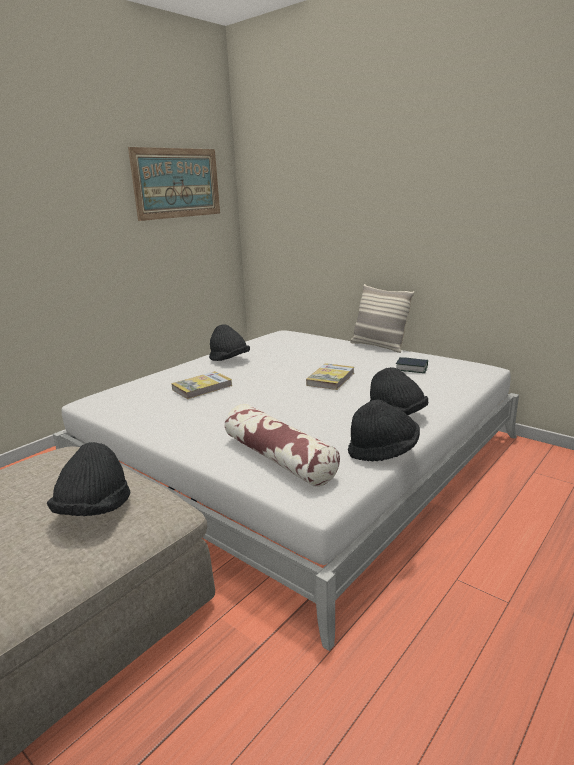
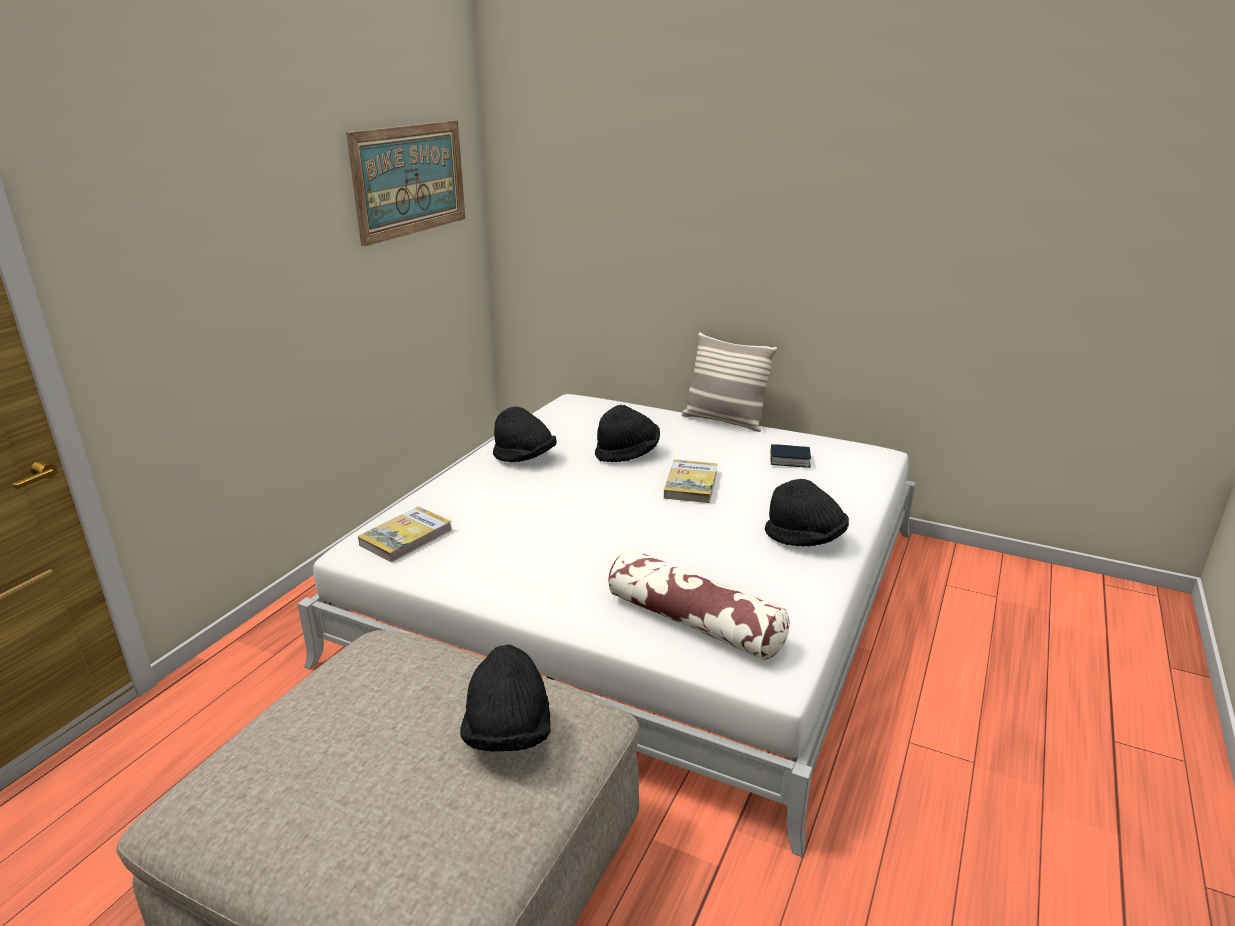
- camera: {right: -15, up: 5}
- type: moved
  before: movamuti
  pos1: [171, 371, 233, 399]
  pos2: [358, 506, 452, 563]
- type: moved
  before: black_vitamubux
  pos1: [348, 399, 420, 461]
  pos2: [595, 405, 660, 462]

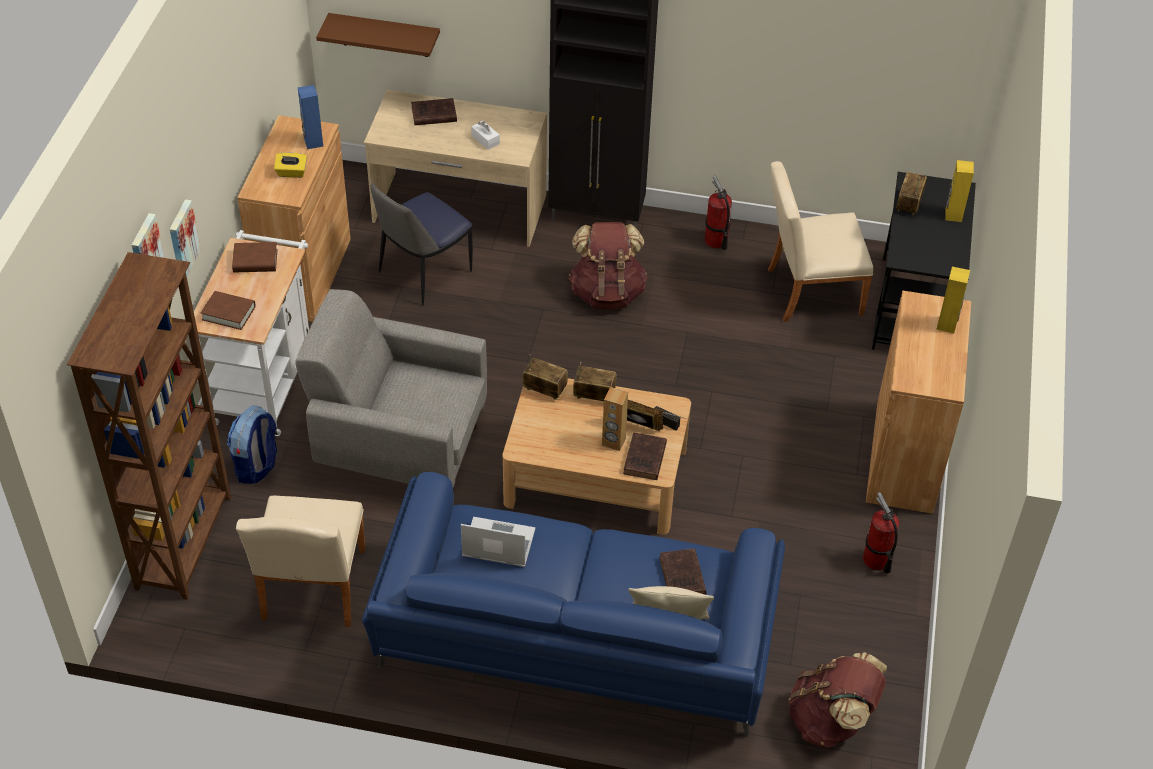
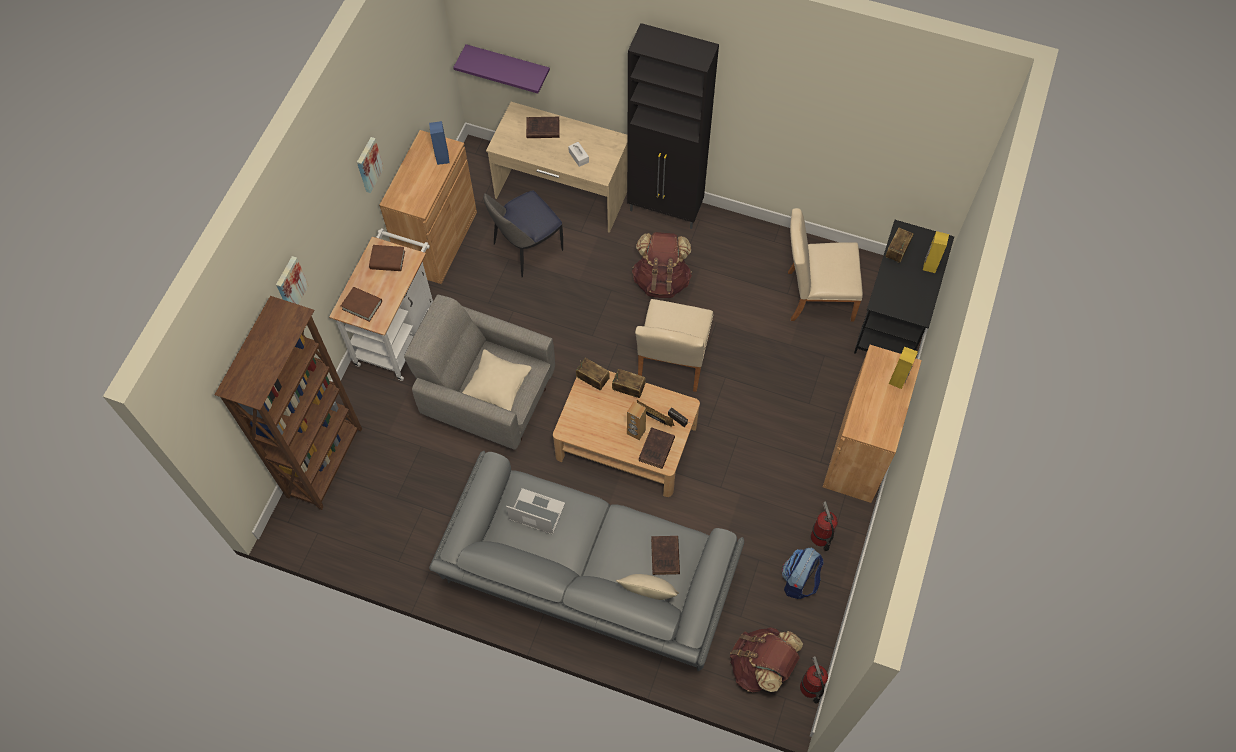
- camera: {right: 10, up: 15}
- type: moved
  before: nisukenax
  pos1: [170, 199, 201, 277]
  pos2: [357, 137, 384, 193]
- type: recoloured
  before: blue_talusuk
  after: grey_talusuk
  pos1: [362, 472, 785, 737]
  pos2: [429, 451, 744, 671]
- type: recoloured
  before: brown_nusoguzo
  after: purple_nusoguzo
  pos1: [316, 13, 440, 57]
  pos2: [453, 44, 550, 93]
- type: added
  after: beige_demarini
  pos2: [462, 349, 532, 411]
- type: moved
  before: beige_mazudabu
  pos1: [236, 495, 366, 627]
  pos2: [635, 299, 713, 392]
- type: moved
  before: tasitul
  pos1: [227, 406, 277, 484]
  pos2: [782, 548, 824, 599]
- type: moved
  before: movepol
  pos1: [705, 175, 732, 250]
  pos2: [800, 656, 828, 704]
- type: removed
  before: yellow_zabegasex
  pos1: [274, 152, 307, 178]

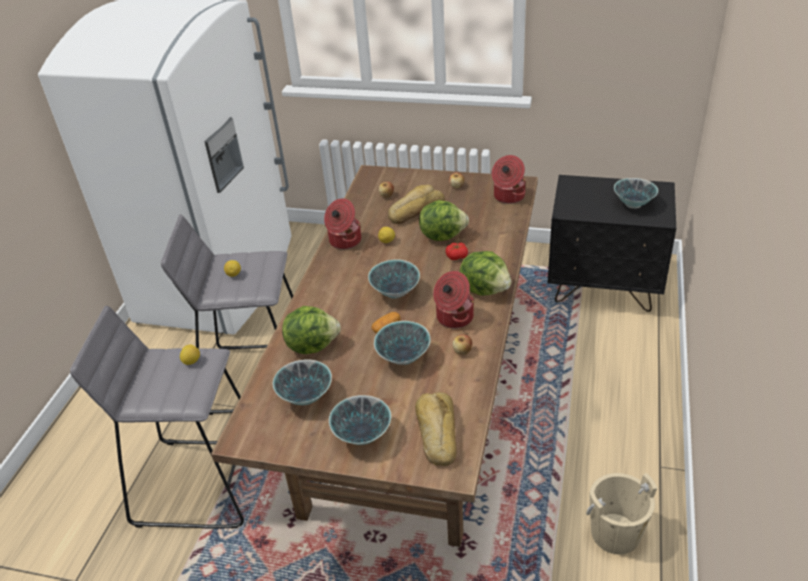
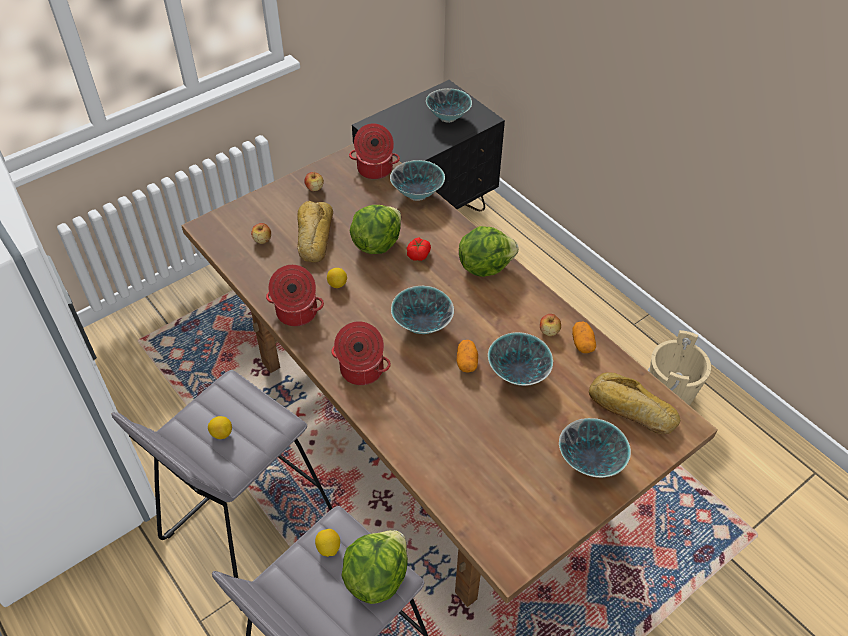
- camera: {right: -55, up: 10}
- type: moved
  before: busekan
  pos1: [433, 271, 474, 328]
  pos2: [331, 321, 391, 385]
- type: moved
  before: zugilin
  pos1: [282, 306, 341, 354]
  pos2: [341, 530, 408, 604]
- type: moved
  before: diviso
  pos1: [273, 359, 332, 406]
  pos2: [390, 160, 445, 201]
- type: added
  after: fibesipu
  pos2: [572, 321, 596, 353]

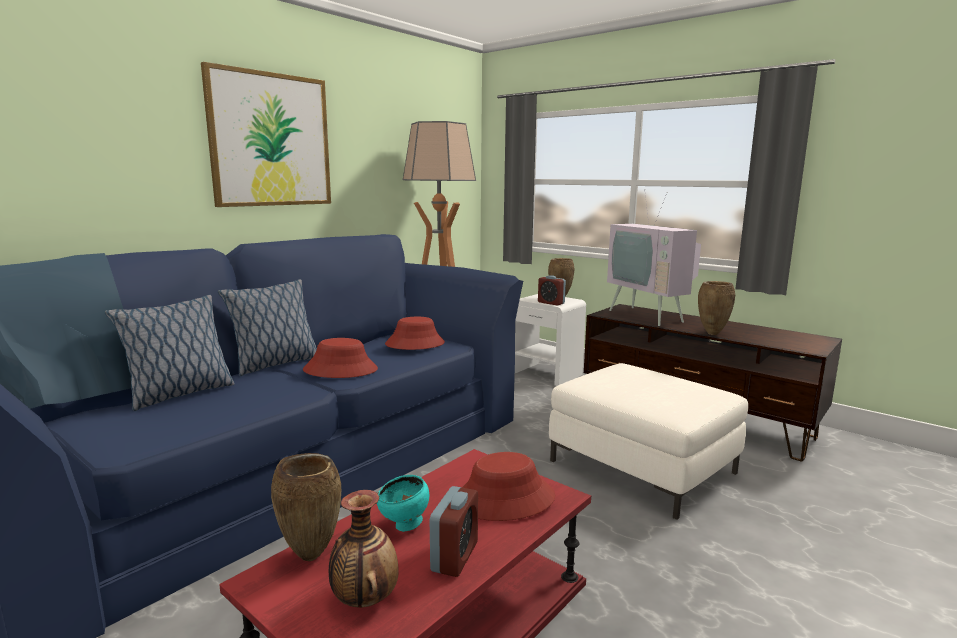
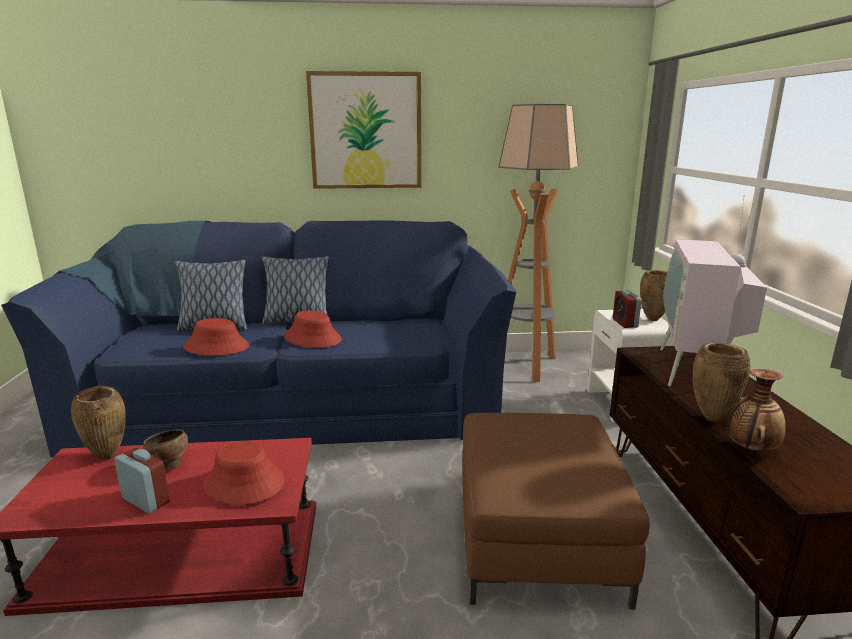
- camera: {right: 45, up: 5}
- type: turned
  before: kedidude
  pos1: [430, 486, 478, 577]
  pos2: [114, 448, 170, 513]
  turn: -120
- type: recoloured
  before: turquoise_diviso
  after: brown_diviso
  pos1: [377, 475, 429, 532]
  pos2: [142, 429, 188, 470]
- type: moved
  before: red_vitamubux
  pos1: [385, 317, 445, 350]
  pos2: [183, 318, 249, 356]
- type: recoloured
  before: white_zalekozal
  after: brown_zalekozal
  pos1: [549, 363, 748, 520]
  pos2: [462, 413, 650, 609]
- type: moved
  before: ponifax
  pos1: [329, 490, 399, 608]
  pos2: [727, 369, 786, 451]

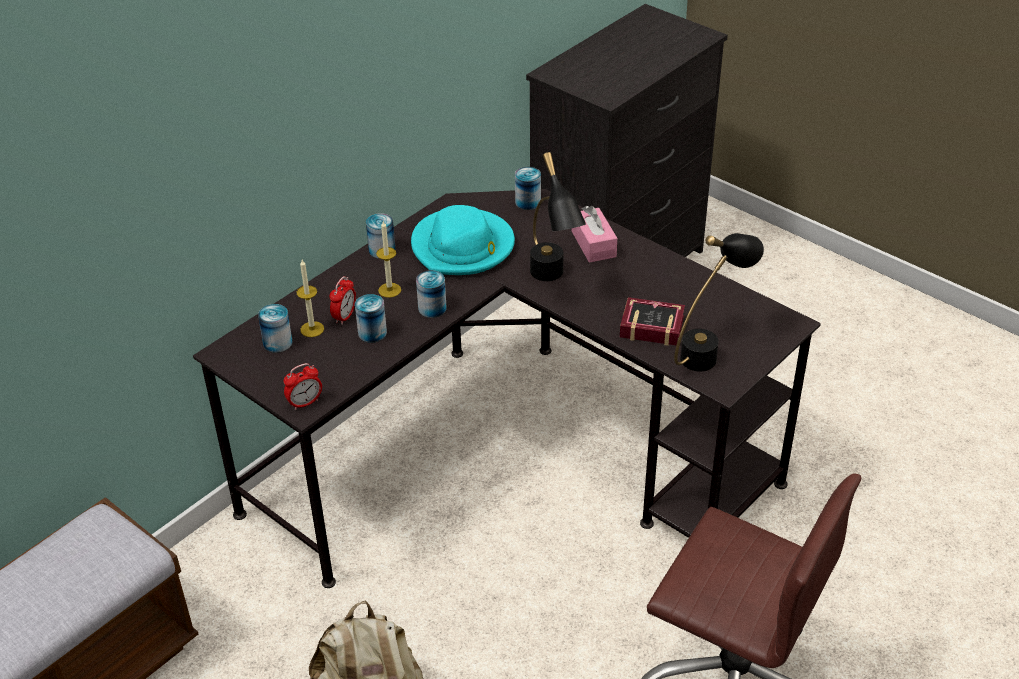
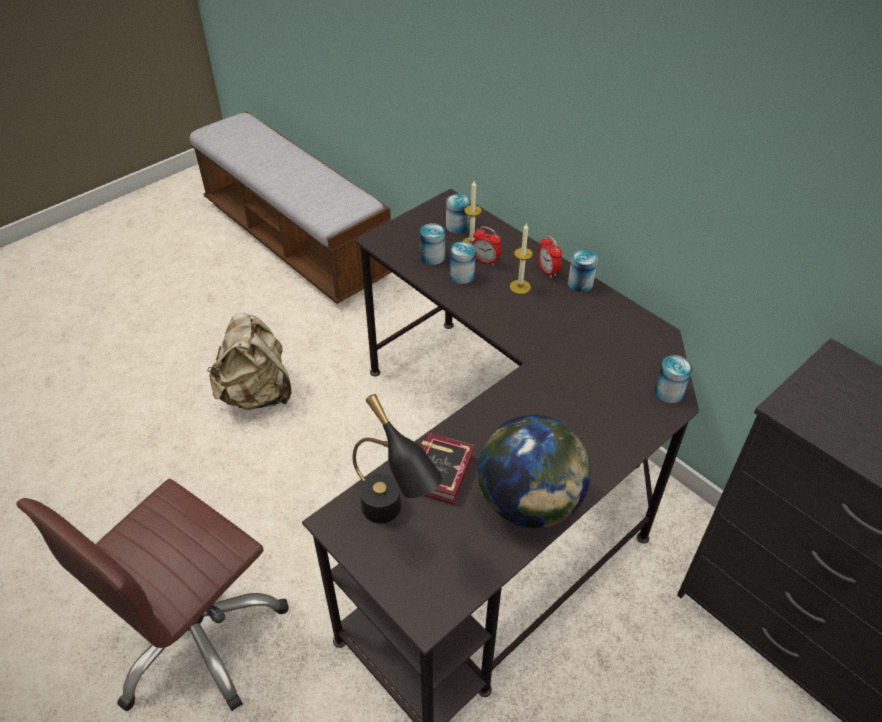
- camera: {right: 95, up: 5}
- type: moved
  before: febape
  pos1: [416, 270, 447, 318]
  pos2: [420, 223, 445, 265]
- type: added
  after: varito
  pos2: [478, 415, 591, 528]
- type: moved
  before: kedidude
  pos1: [284, 363, 322, 410]
  pos2: [538, 236, 562, 278]
- type: removed
  before: turquoise_vitamubux
  pos1: [411, 205, 515, 275]
- type: removed
  before: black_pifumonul
  pos1: [530, 152, 586, 281]
- type: removed
  before: pink_zabegasex
  pos1: [572, 206, 617, 263]

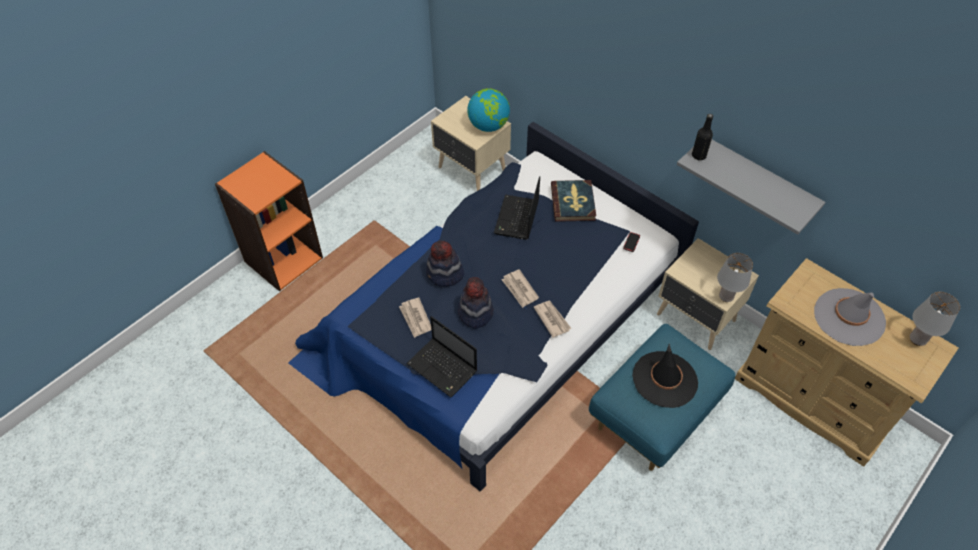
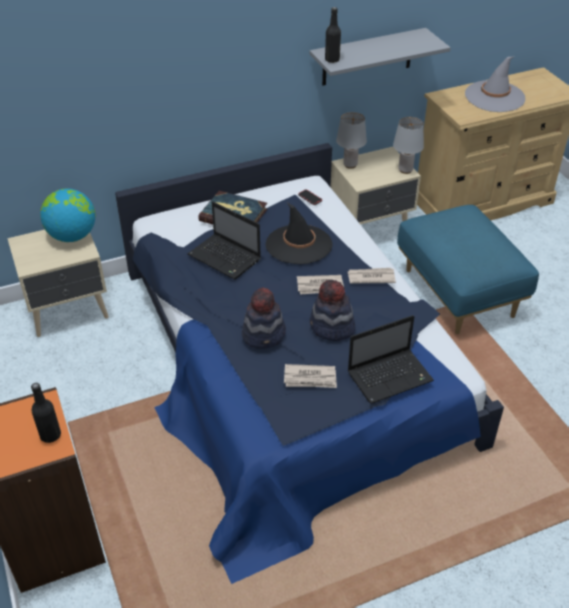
- camera: {right: -65, up: -10}
- type: added
  after: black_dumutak
  pos2: [31, 383, 61, 443]
- type: moved
  before: black_vitamubux
  pos1: [632, 344, 698, 408]
  pos2: [265, 203, 332, 264]
- type: moved
  before: grey_pifumonul
  pos1: [910, 292, 960, 346]
  pos2: [336, 112, 367, 169]

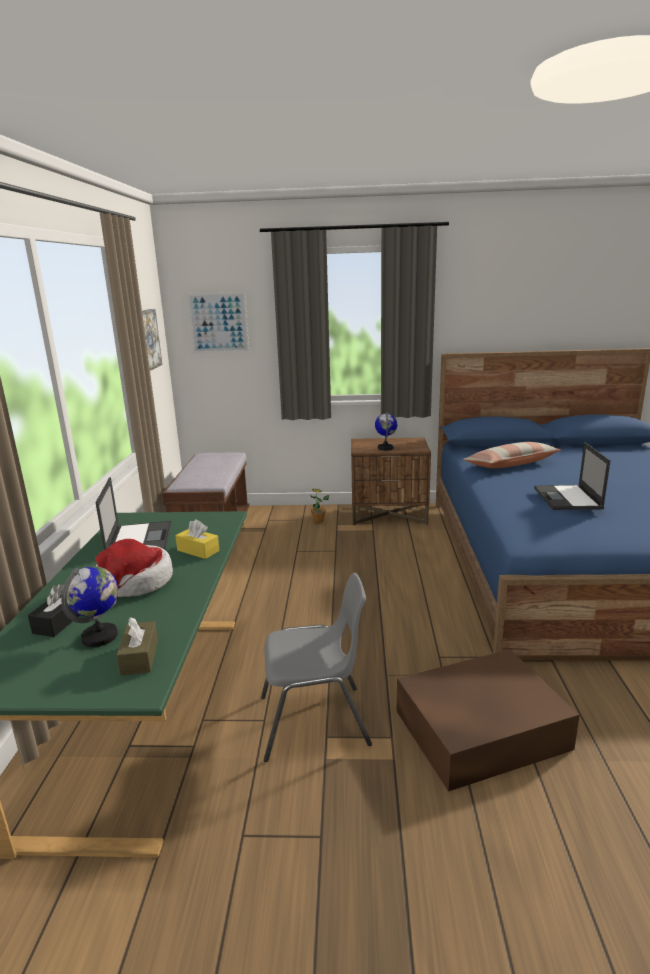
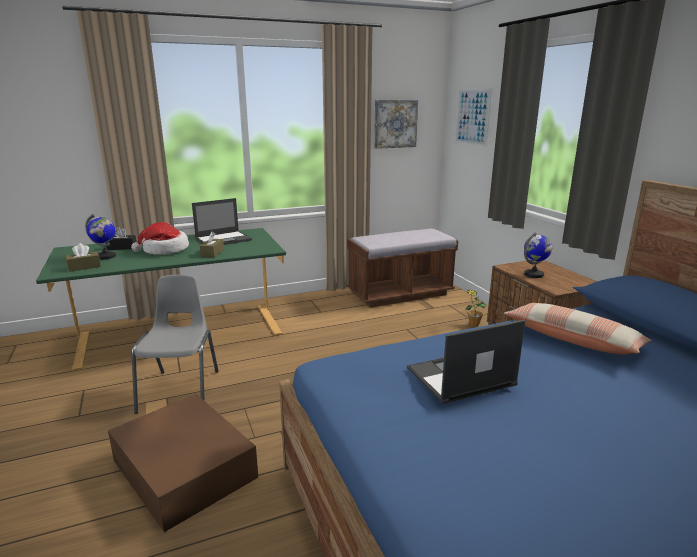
- camera: {right: 65, up: 0}
- type: turned
  before: grey_mazudabu
  pos1: [261, 573, 372, 762]
  pos2: [132, 275, 219, 414]
  turn: -150
- type: recoloured
  before: yellow_zabegasex
  after: brown_zabegasex
  pos1: [175, 520, 220, 559]
  pos2: [200, 232, 224, 257]

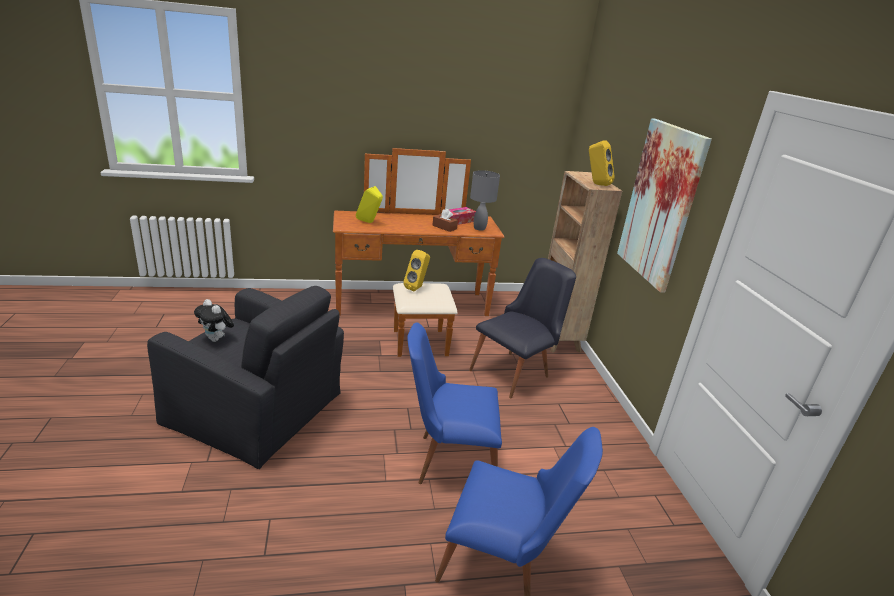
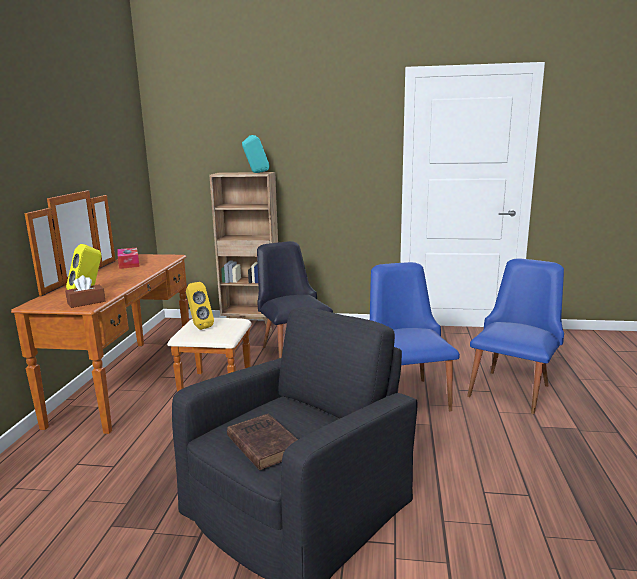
- camera: {right: -70, up: -10}
- type: moved
  before: brown_zabegasex
  pos1: [432, 209, 458, 232]
  pos2: [65, 275, 105, 308]
- type: replaced
  before: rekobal
  after: brown_movamuti
  pos1: [194, 299, 234, 342]
  pos2: [227, 413, 298, 470]
- type: recoloured
  before: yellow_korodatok
  after: turquoise_korodatok
  pos1: [589, 140, 615, 186]
  pos2: [242, 135, 269, 173]
- type: turned
  before: blue_mazudabu
  pos1: [407, 323, 502, 484]
  pos2: [370, 262, 460, 412]
  turn: 150
- type: removed
  before: grey_pifumonul
  pos1: [470, 170, 500, 231]
- type: removed
  before: nisukenax
  pos1: [617, 118, 712, 293]

